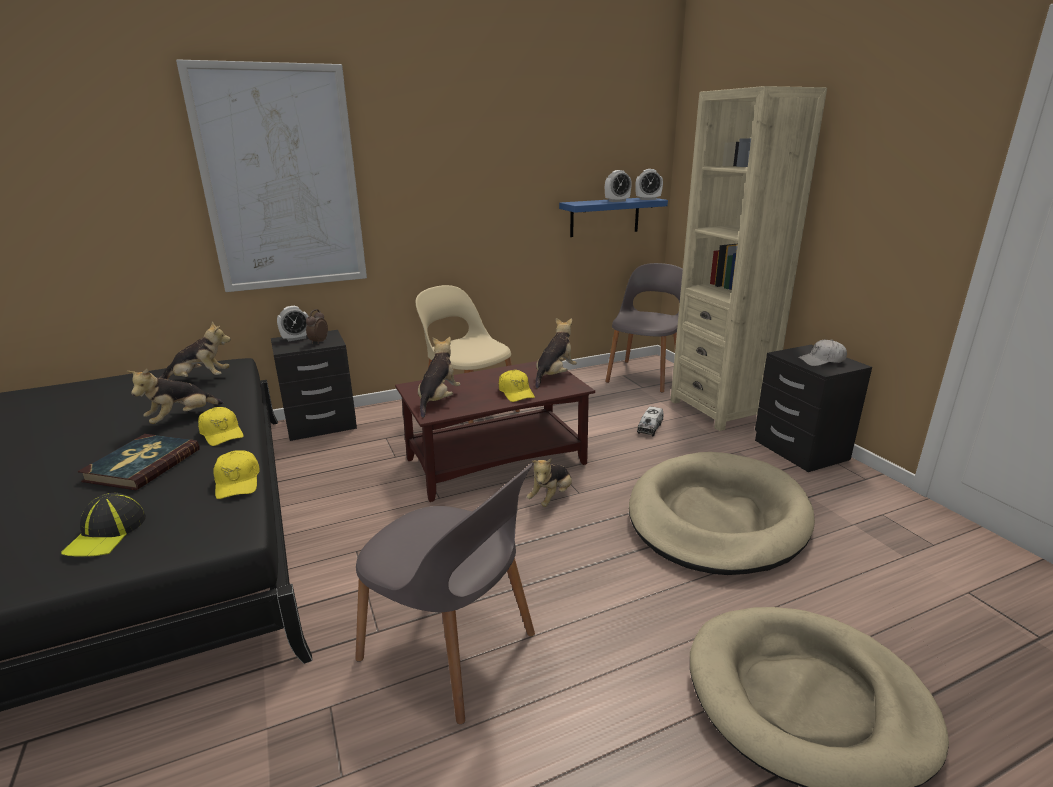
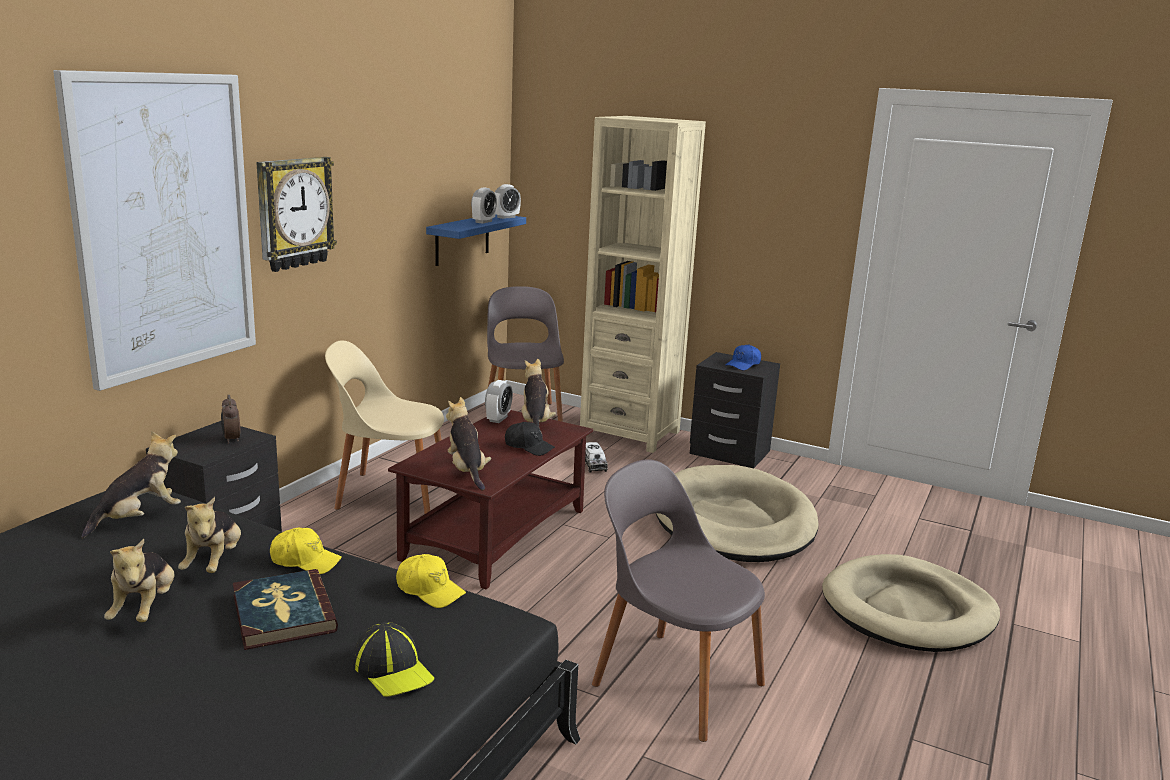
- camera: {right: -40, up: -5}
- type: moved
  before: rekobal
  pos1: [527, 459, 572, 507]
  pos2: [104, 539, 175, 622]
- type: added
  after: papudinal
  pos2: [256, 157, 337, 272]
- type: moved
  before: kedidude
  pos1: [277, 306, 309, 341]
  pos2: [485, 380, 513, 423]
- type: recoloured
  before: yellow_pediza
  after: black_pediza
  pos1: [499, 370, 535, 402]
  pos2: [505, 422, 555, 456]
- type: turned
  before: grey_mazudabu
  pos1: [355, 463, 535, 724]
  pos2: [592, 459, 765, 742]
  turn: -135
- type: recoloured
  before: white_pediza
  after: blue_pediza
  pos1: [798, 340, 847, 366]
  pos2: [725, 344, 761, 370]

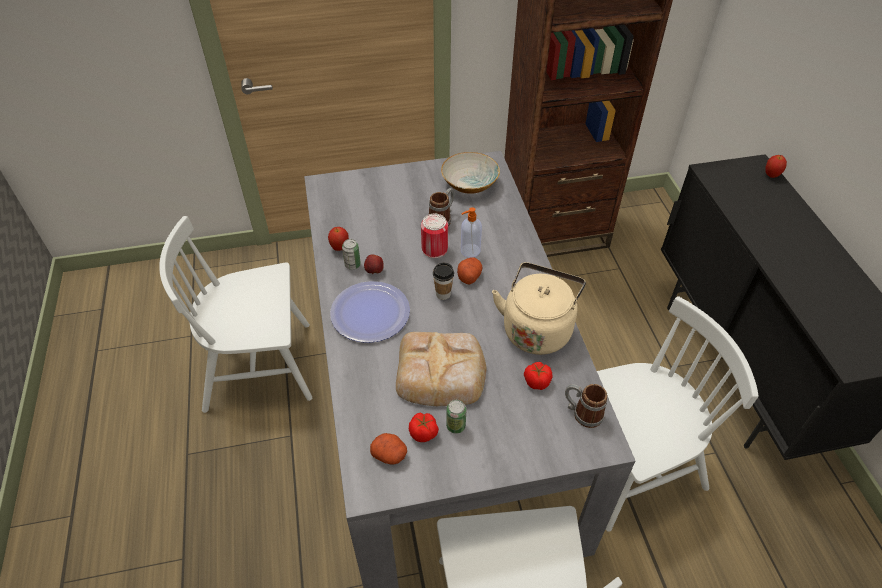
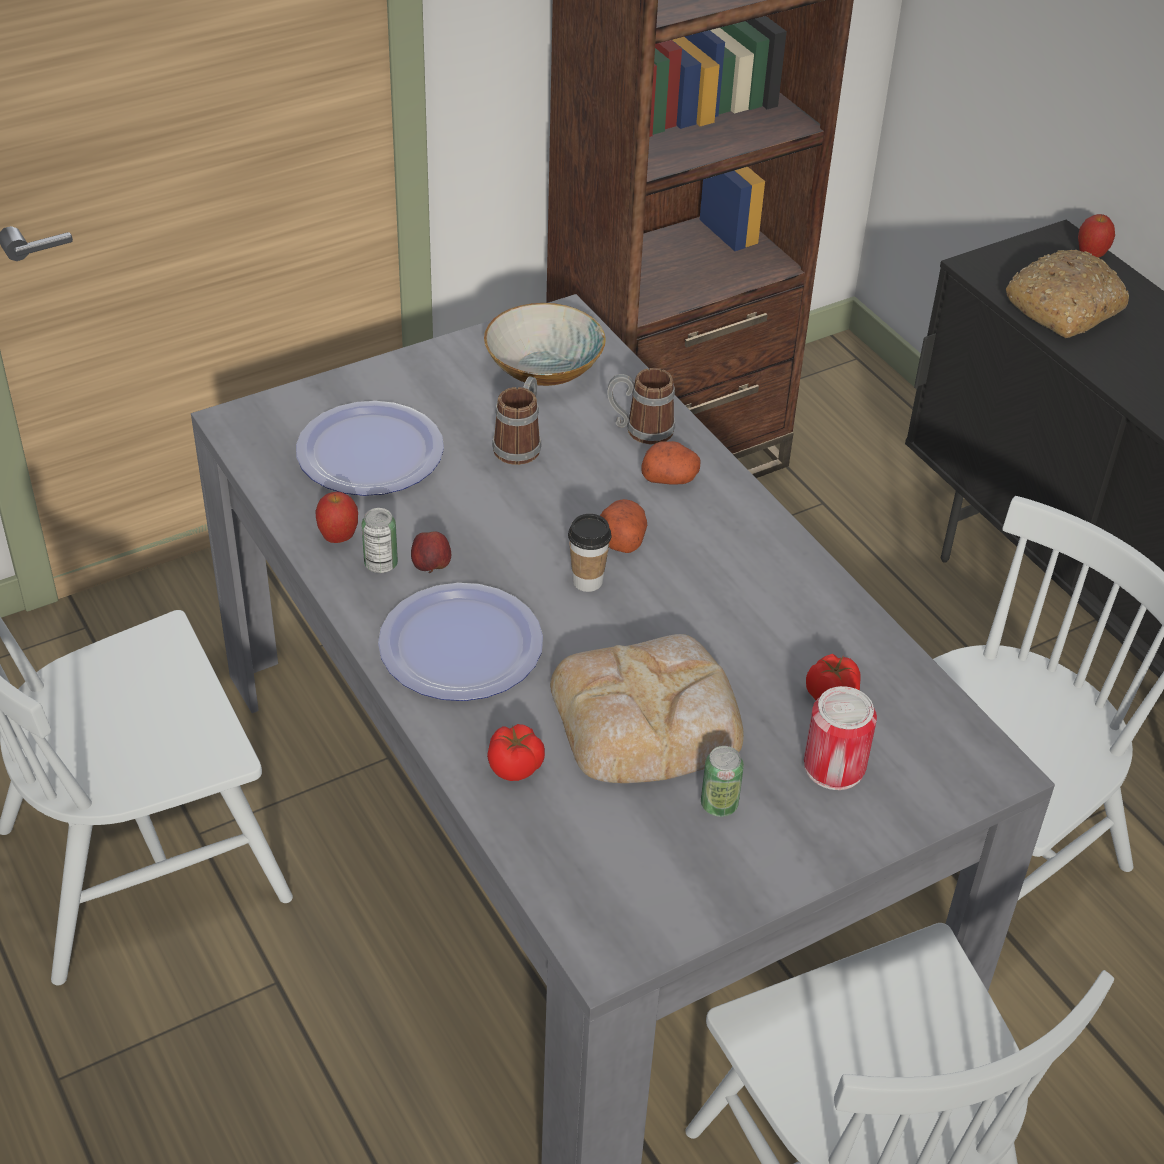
- camera: {right: -20, up: -5}
- type: added
  after: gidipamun
  pos2: [296, 401, 444, 496]
- type: moved
  before: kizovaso
  pos1: [409, 412, 439, 442]
  pos2: [487, 724, 545, 781]
- type: moved
  before: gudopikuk
  pos1: [565, 384, 608, 428]
  pos2: [607, 368, 675, 444]
- type: moved
  before: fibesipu
  pos1: [370, 433, 407, 465]
  pos2: [641, 441, 701, 485]
- type: moved
  before: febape
  pos1: [421, 213, 448, 258]
  pos2: [804, 686, 877, 790]
- type: added
  after: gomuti
  pos2: [1006, 250, 1129, 338]
- type: removed
  before: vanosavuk
  pos1: [461, 207, 482, 257]
- type: removed
  before: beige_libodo
  pos1: [492, 262, 586, 355]

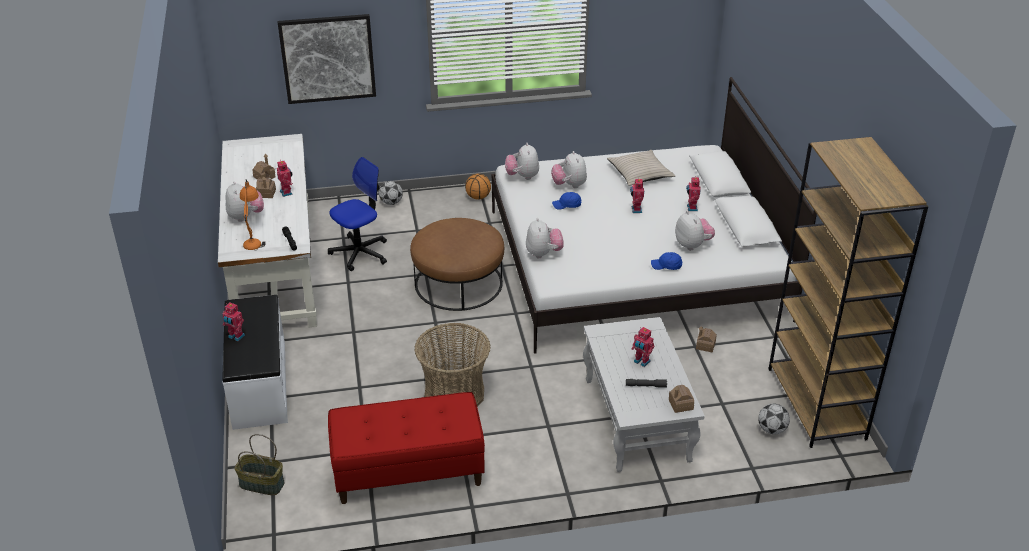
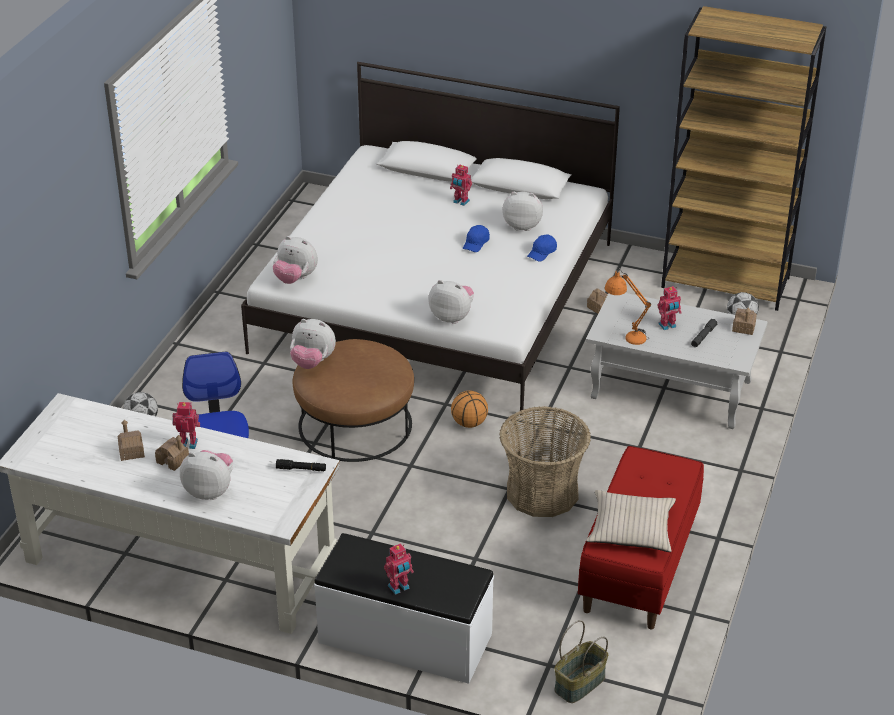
- camera: {right: -60, up: 0}
- type: moved
  before: rekobal
  pos1: [551, 151, 587, 188]
  pos2: [290, 319, 336, 369]
- type: moved
  before: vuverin
  pos1: [465, 174, 491, 200]
  pos2: [451, 391, 488, 428]
- type: moved
  before: blue_pediza
  pos1: [552, 192, 581, 210]
  pos2: [463, 225, 490, 252]
- type: moved
  before: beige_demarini
  pos1: [607, 150, 675, 186]
  pos2: [586, 490, 676, 552]
- type: moved
  before: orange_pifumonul
  pos1: [240, 179, 266, 251]
  pos2: [605, 268, 651, 345]
- type: removed
  before: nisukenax
  pos1: [278, 14, 376, 104]
- type: removed
  before: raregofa
  pos1: [630, 179, 644, 213]

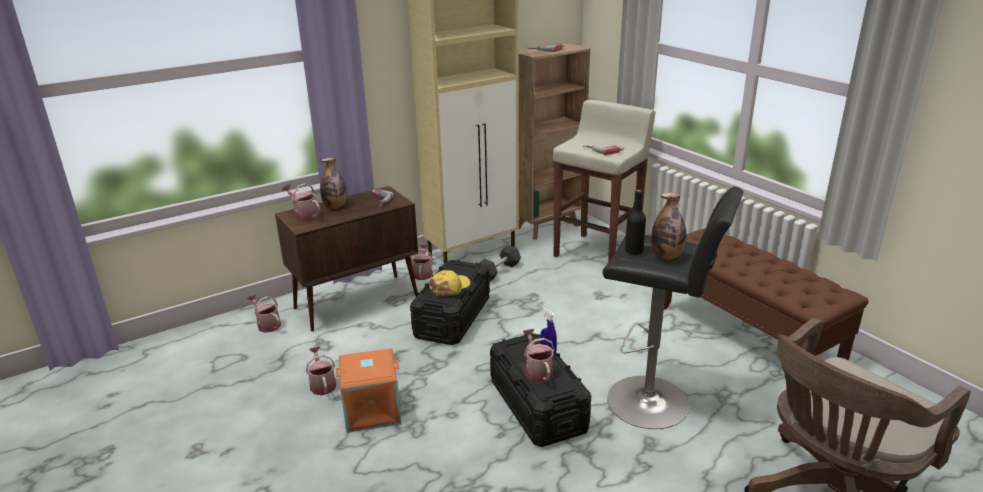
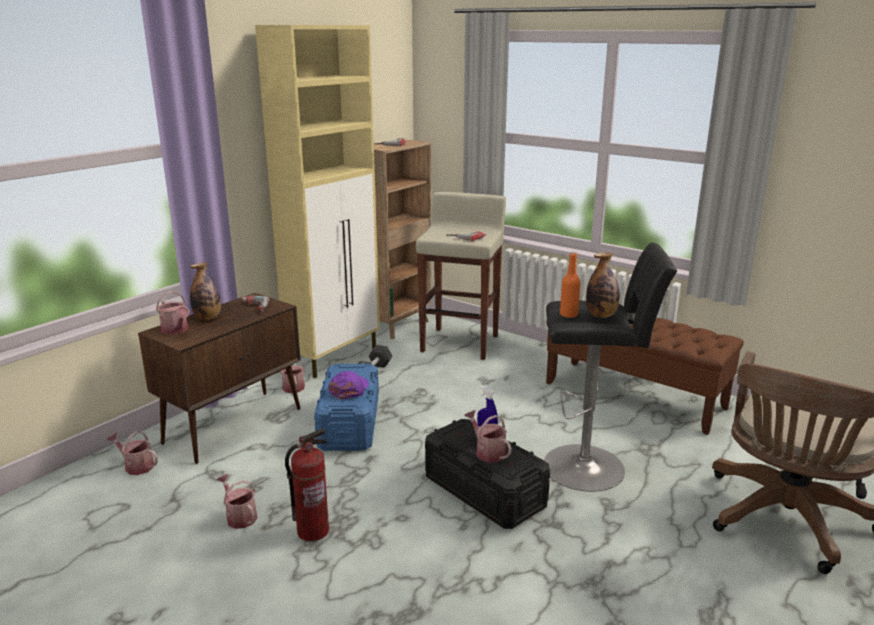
- camera: {right: -20, up: -5}
- type: turned
  before: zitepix
  pos1: [282, 183, 320, 221]
  pos2: [156, 291, 189, 334]
  turn: -150
- type: replaced
  before: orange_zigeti
  after: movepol
  pos1: [336, 348, 401, 433]
  pos2: [285, 428, 329, 541]
- type: recoloured
  before: black_zigeti
  after: blue_zigeti
  pos1: [410, 260, 490, 345]
  pos2: [314, 363, 379, 451]
- type: recoloured
  before: yellow_pediza
  after: purple_pediza
  pos1: [429, 270, 470, 296]
  pos2: [328, 371, 369, 400]
- type: recoloured
  before: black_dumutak
  after: orange_dumutak
  pos1: [625, 190, 646, 255]
  pos2: [560, 253, 581, 318]

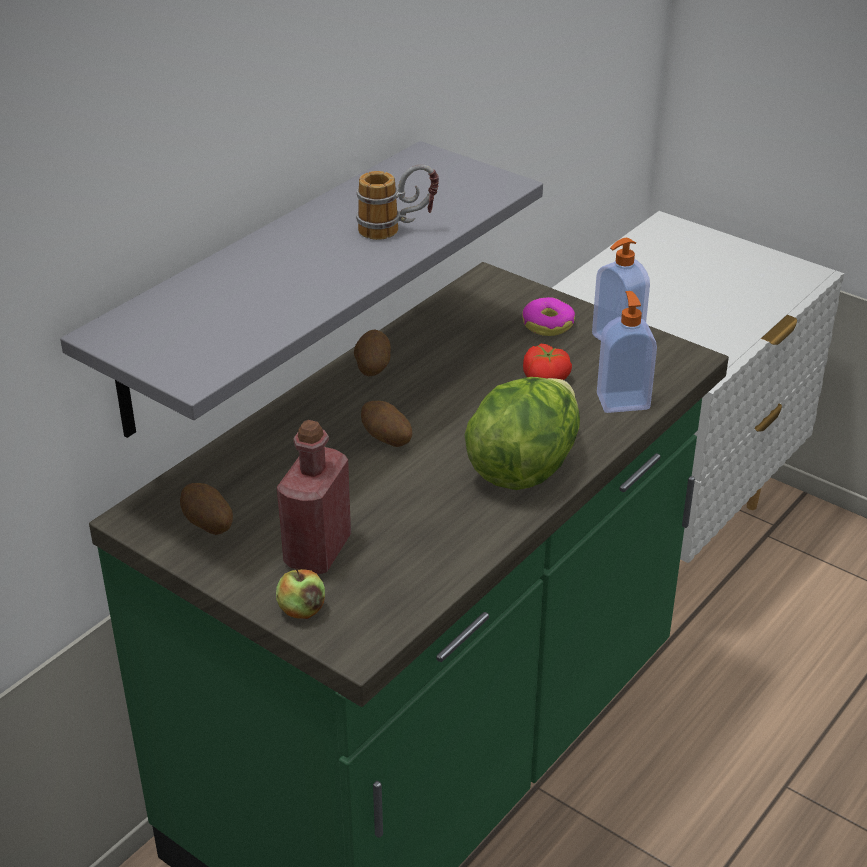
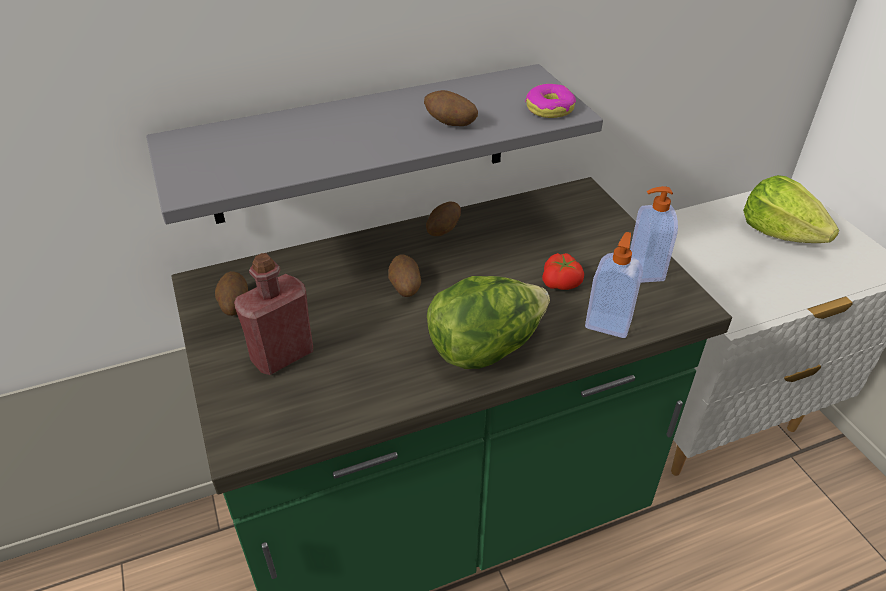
- camera: {right: 30, up: 5}
- type: replaced
  before: gudopikuk
  after: fibesipu
  pos1: [356, 164, 439, 240]
  pos2: [424, 90, 478, 126]
- type: moved
  before: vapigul
  pos1: [522, 297, 575, 336]
  pos2: [525, 84, 576, 118]
- type: added
  after: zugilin
  pos2: [743, 175, 839, 243]
- type: removed
  before: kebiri
  pos1: [276, 568, 325, 619]

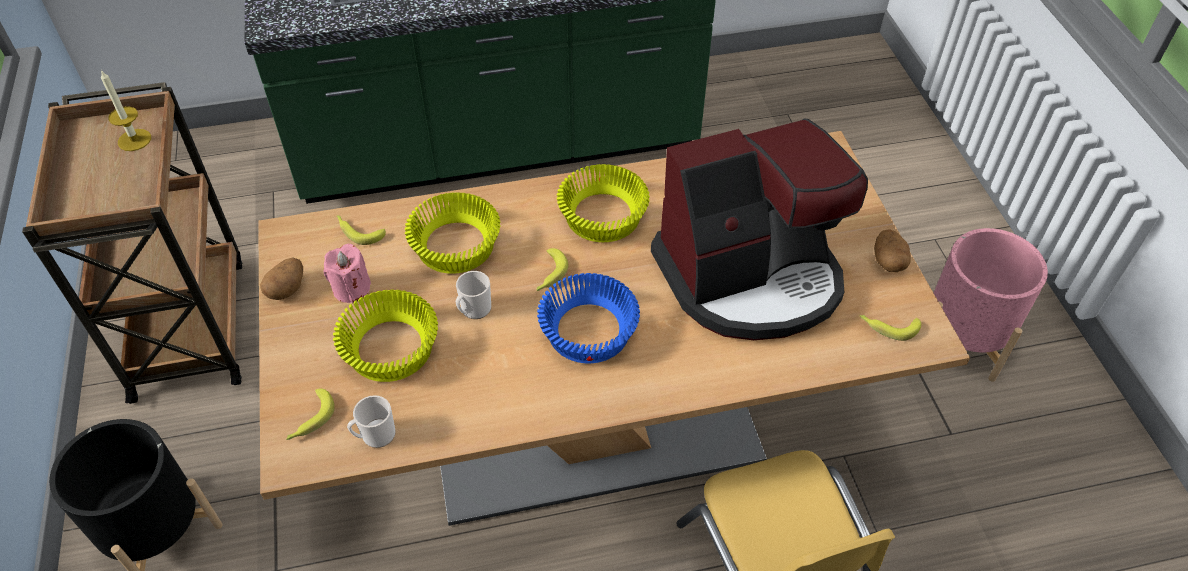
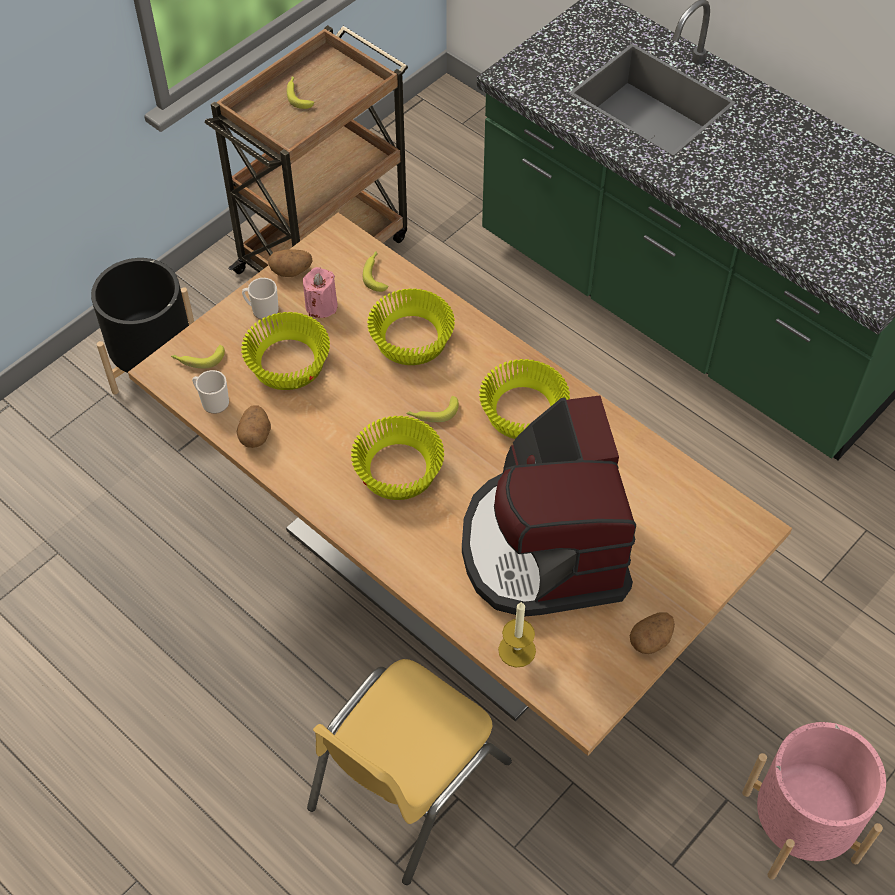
- camera: {right: 55, up: 5}
- type: added
  after: fibesipu
  pos2: [237, 405, 271, 448]
- type: moved
  before: gudopikuk
  pos1: [456, 271, 491, 319]
  pos2: [242, 278, 279, 320]
- type: moved
  before: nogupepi
  pos1: [860, 315, 921, 341]
  pos2: [287, 76, 314, 109]
- type: recoloured
  before: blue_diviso
  after: yellow_diviso
  pos1: [537, 273, 640, 363]
  pos2: [351, 416, 444, 500]
- type: turned
  before: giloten
  pos1: [651, 119, 868, 340]
  pos2: [462, 395, 636, 617]
  turn: 45
- type: moved
  before: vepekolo
  pos1: [101, 70, 151, 151]
  pos2: [498, 602, 536, 667]

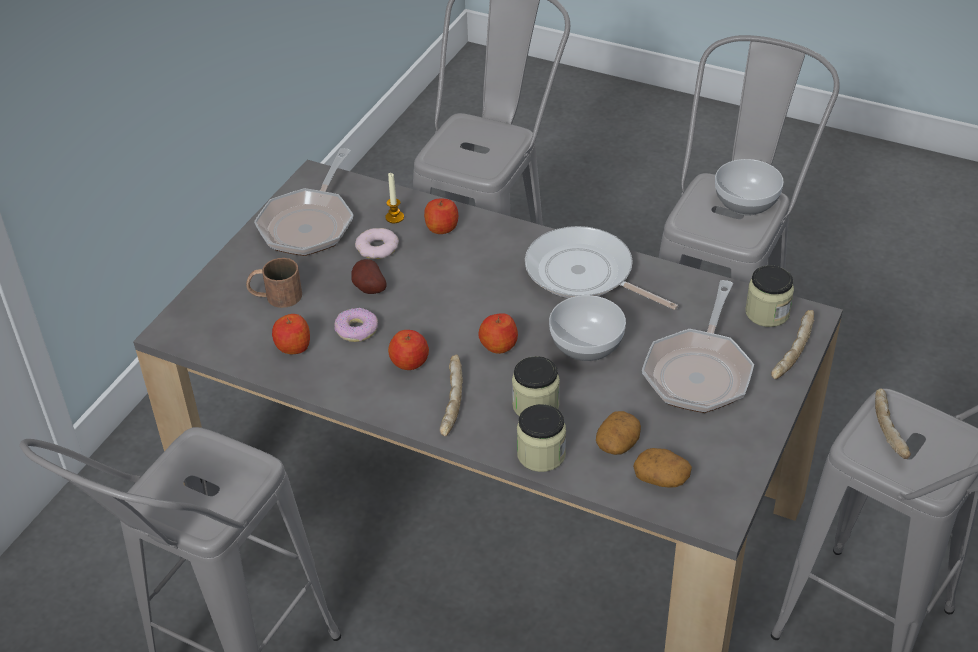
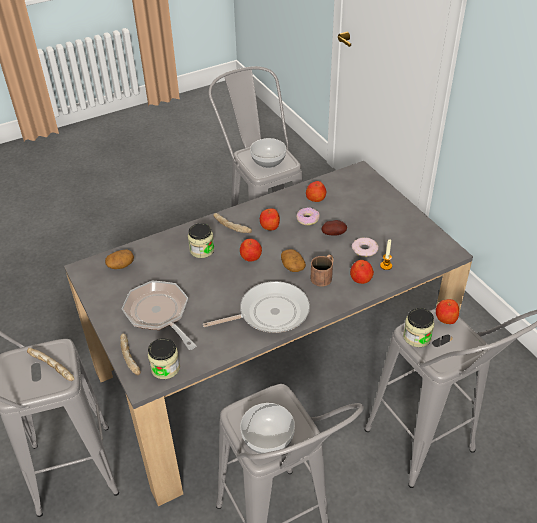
- camera: {right: 125, up: 0}
- type: moved
  before: diviso
  pos1: [549, 295, 626, 361]
  pos2: [250, 138, 286, 168]
- type: moved
  before: fibesipu
  pos1: [596, 411, 641, 455]
  pos2: [281, 249, 306, 272]
- type: moved
  before: brown_gudopikuk
  pos1: [246, 258, 302, 308]
  pos2: [311, 254, 333, 287]
- type: moved
  before: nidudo
  pos1: [517, 404, 566, 472]
  pos2: [403, 308, 435, 347]
- type: added
  after: kebiri
  pos2: [436, 299, 459, 324]
- type: removed
  before: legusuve
  pos1: [254, 148, 353, 256]

